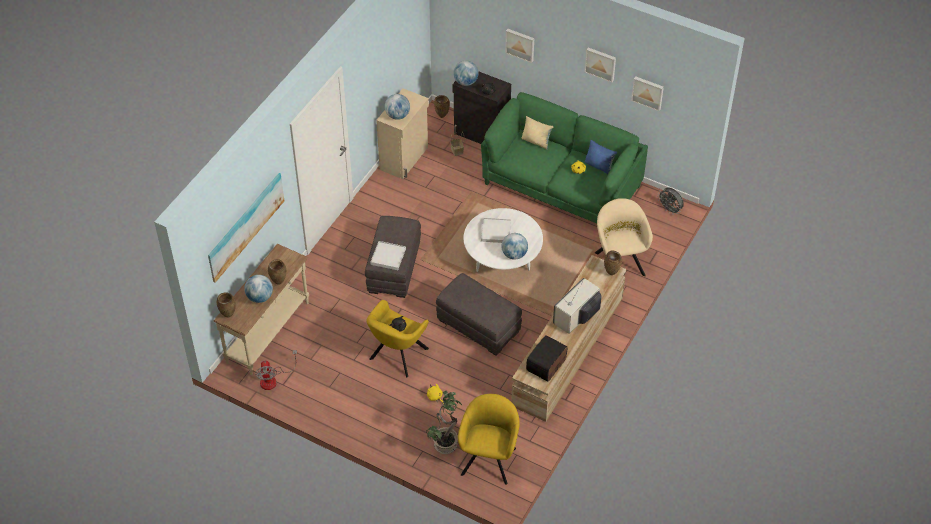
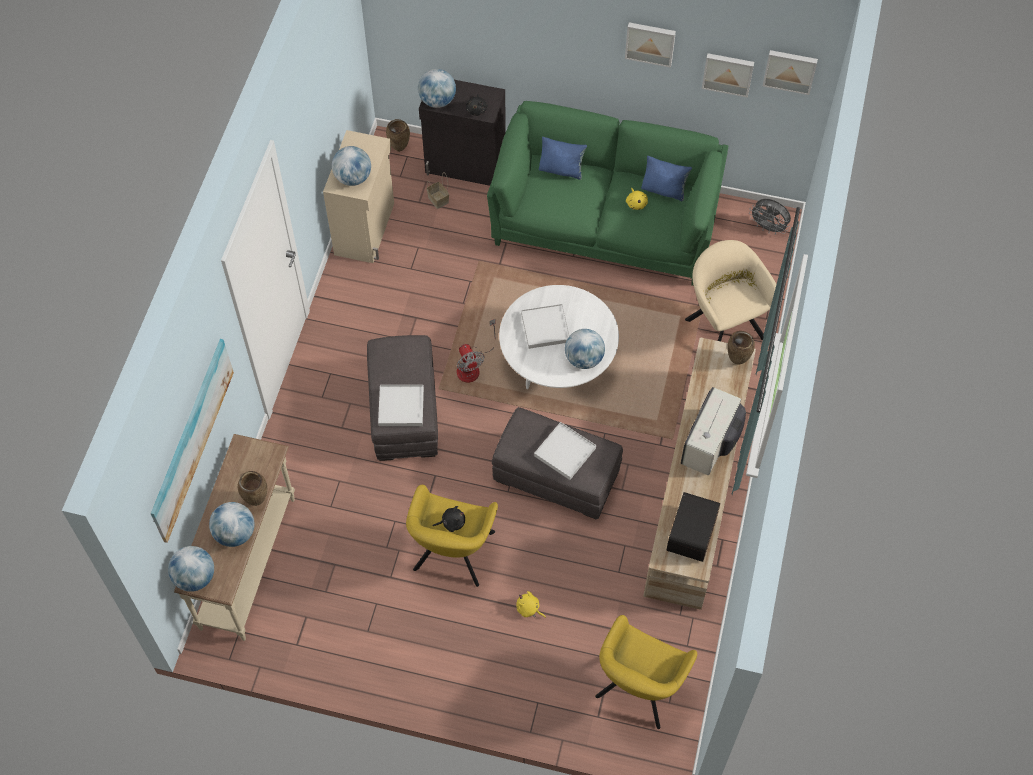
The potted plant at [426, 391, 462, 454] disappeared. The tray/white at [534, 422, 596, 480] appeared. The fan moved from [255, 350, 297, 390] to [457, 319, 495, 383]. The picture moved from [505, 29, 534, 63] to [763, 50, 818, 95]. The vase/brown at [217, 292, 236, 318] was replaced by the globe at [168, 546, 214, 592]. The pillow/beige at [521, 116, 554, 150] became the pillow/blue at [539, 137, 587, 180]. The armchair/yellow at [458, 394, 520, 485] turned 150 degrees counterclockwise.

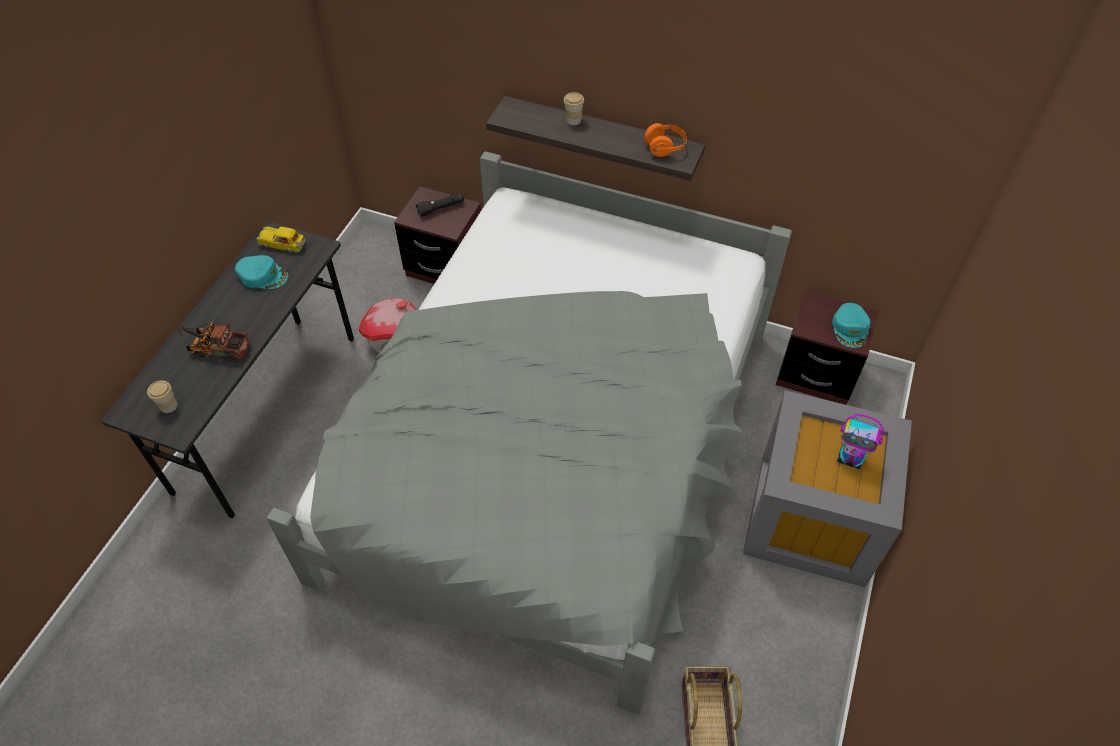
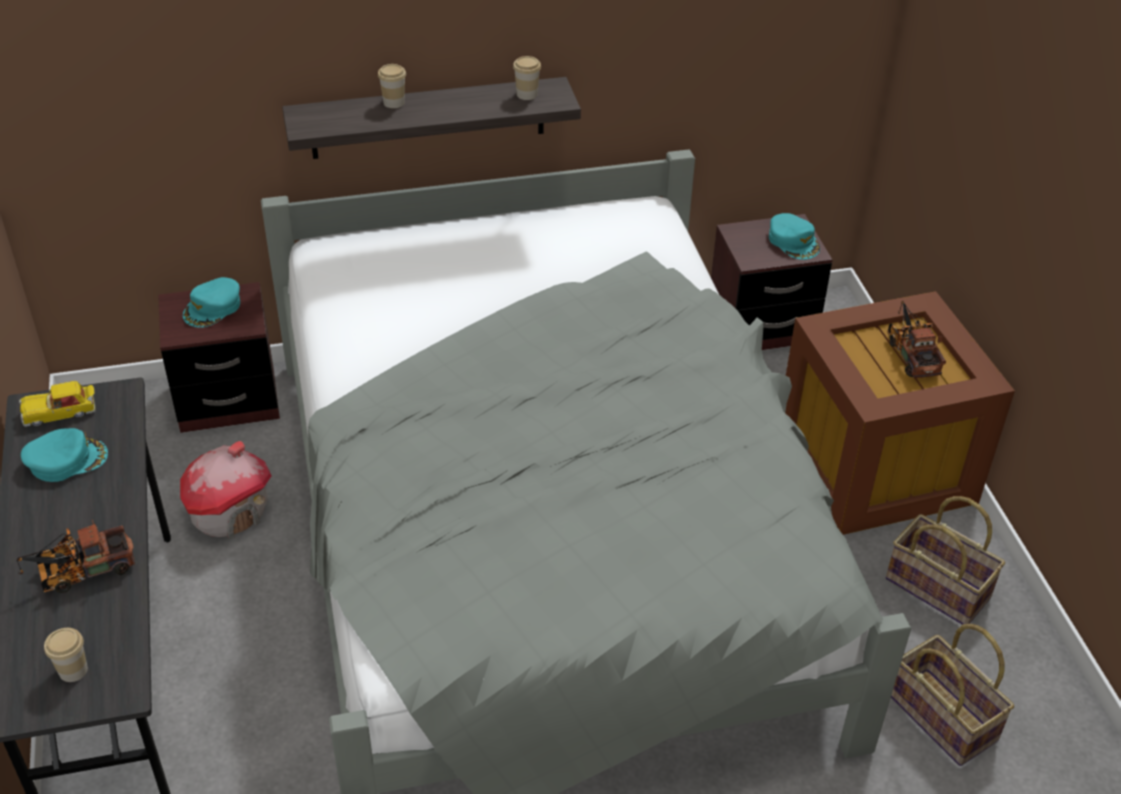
The basket at [886, 496, 1005, 624] appeared. The flashlight/black at [416, 194, 464, 217] was replaced by the cap/turquoise at [183, 277, 240, 328]. The headphones/orange at [644, 123, 687, 157] was replaced by the cup at [513, 56, 541, 100]. The toy robot at [837, 414, 884, 469] was replaced by the toy truck at [887, 300, 946, 378]. The storage box/grey at [743, 390, 912, 587] became the storage box/brown at [785, 291, 1015, 535].

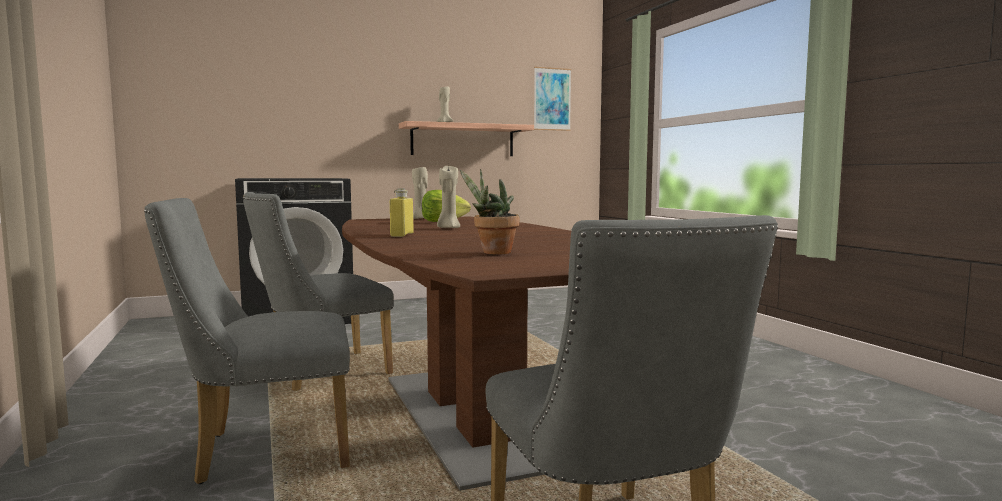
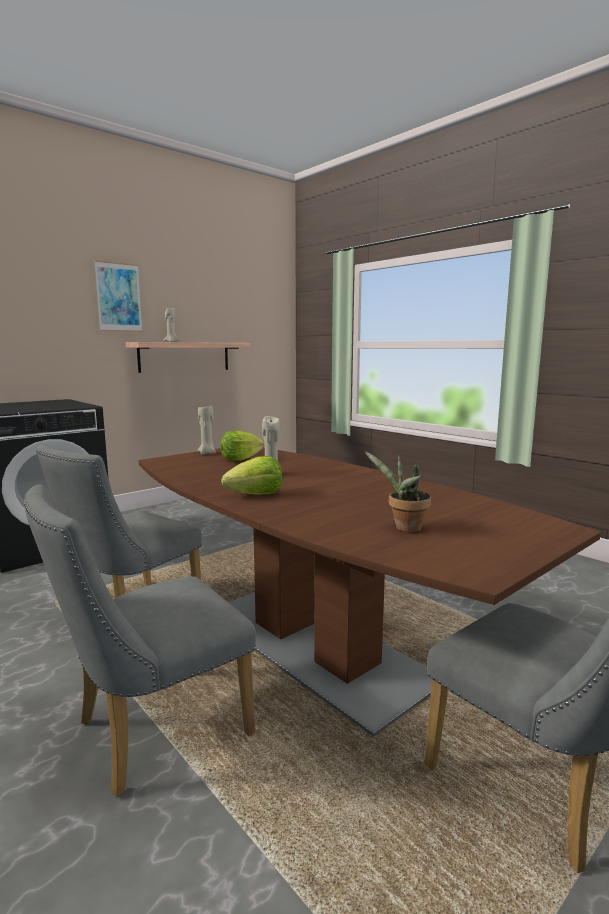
The picture moved from [534, 67, 571, 131] to [94, 260, 142, 332]. The bottle/yellow at [390, 188, 414, 237] was replaced by the lettuce at [221, 456, 282, 495].

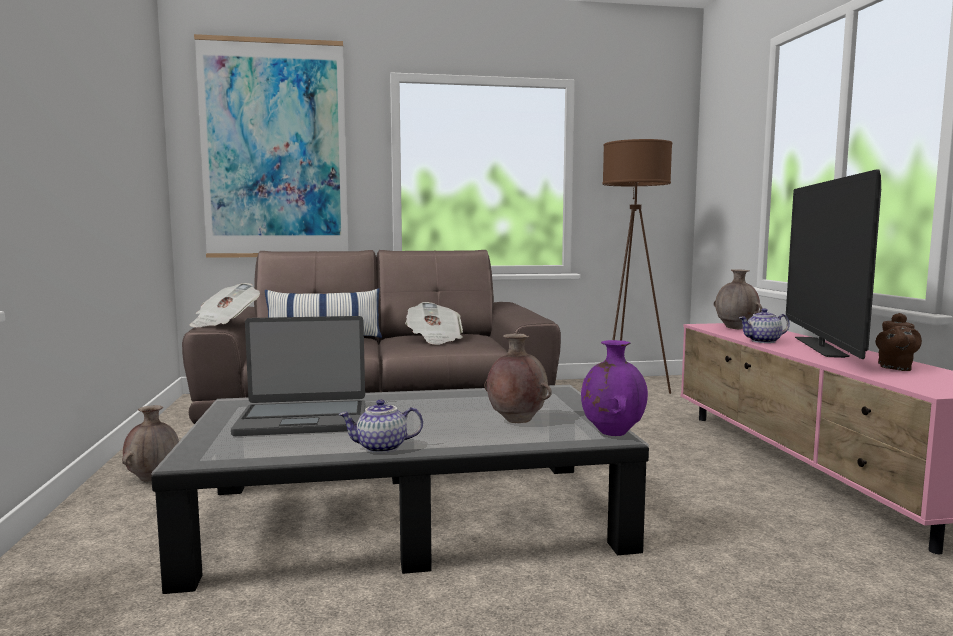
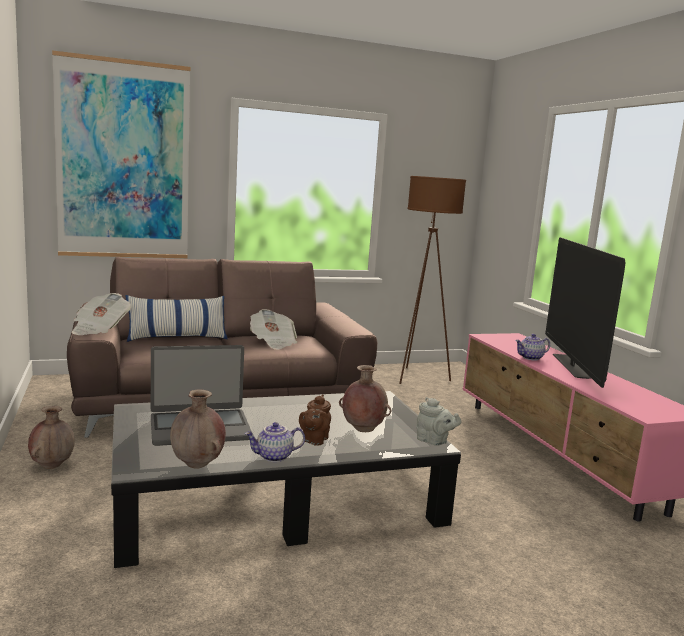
The vase/brown moved from [714, 269, 762, 329] to [170, 390, 226, 469]. The teapot/brown moved from [876, 313, 922, 371] to [299, 394, 331, 446]. The vase/purple at [581, 340, 648, 436] was replaced by the teapot/grey at [416, 397, 461, 446].

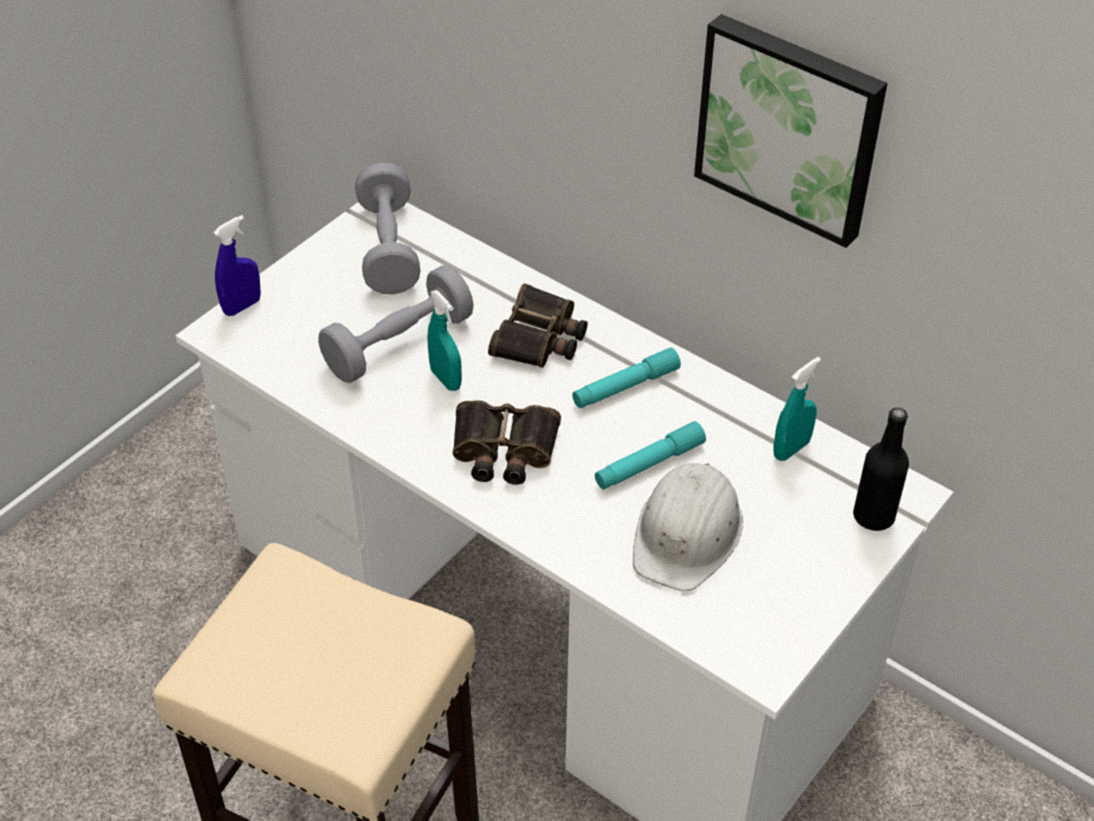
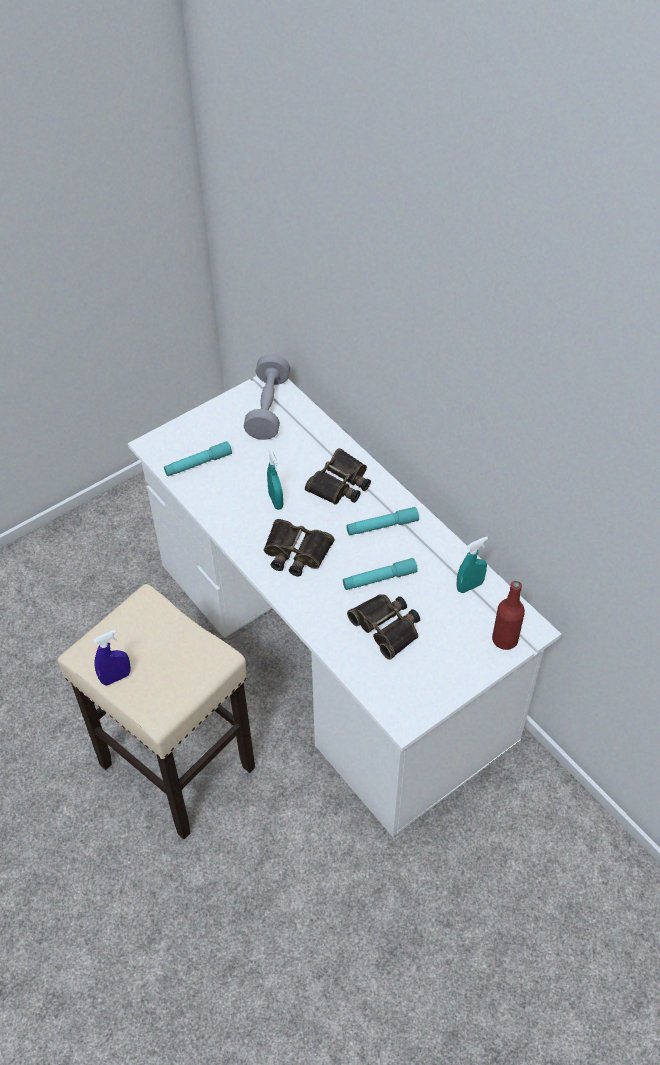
The dumbbell/grey at [318, 266, 474, 383] disappeared. The picture at [694, 14, 888, 248] disappeared. The flashlight/turquoise at [164, 441, 232, 476] appeared. The spray bottle/blue moved from [214, 215, 261, 316] to [93, 629, 131, 686]. The hard hat/white at [633, 463, 743, 591] was replaced by the binoculars at [347, 594, 420, 660]. The bottle/black at [853, 408, 909, 531] became the bottle/red at [492, 581, 525, 650].

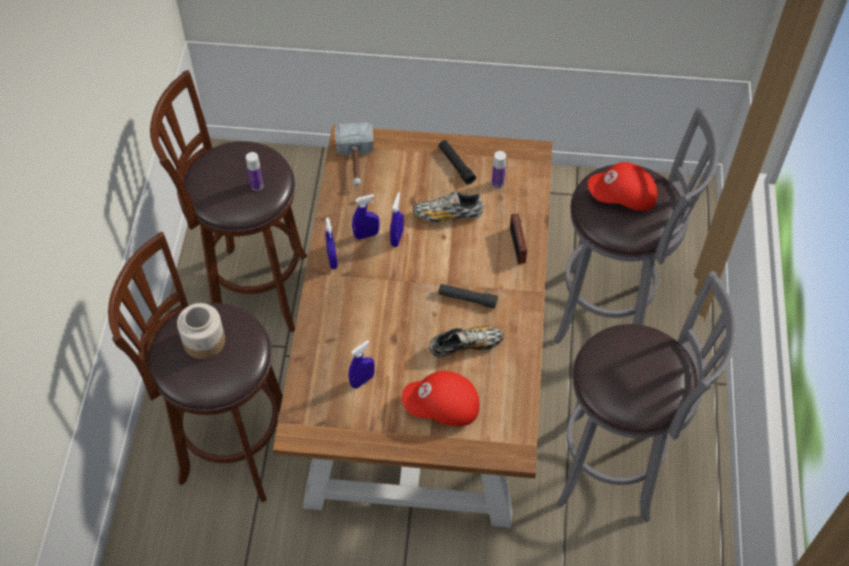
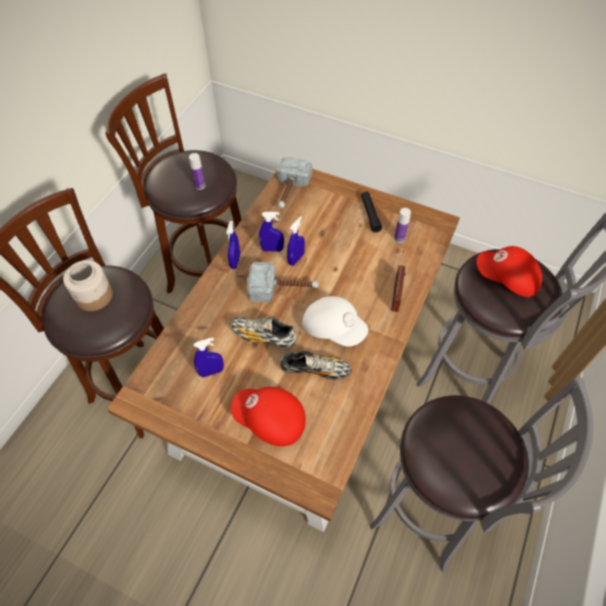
The hammer at [247, 262, 319, 302] appeared. The shoe moved from [413, 192, 483, 222] to [230, 317, 297, 348]. The flashlight/black at [438, 284, 498, 309] was replaced by the cap/white at [302, 296, 368, 347].

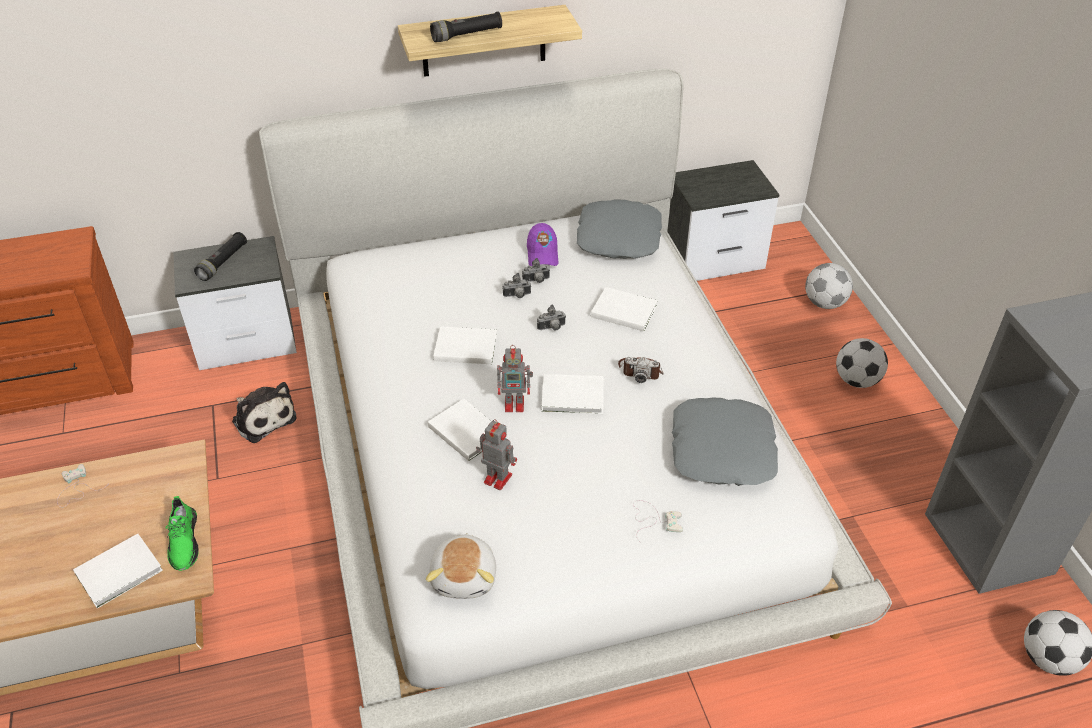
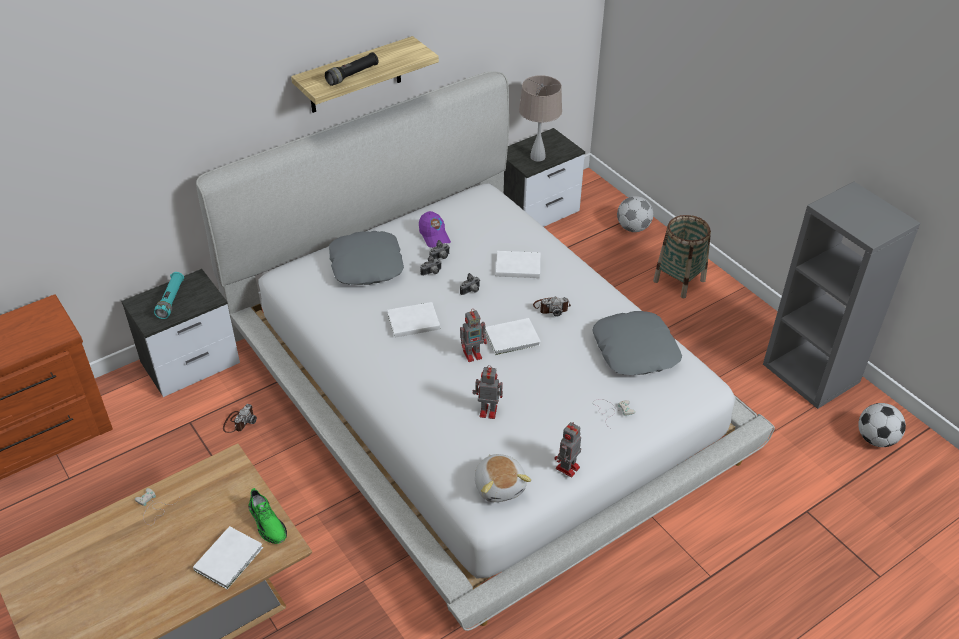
The book/white at [428, 399, 491, 461] disappeared. The table lamp/beige at [519, 75, 562, 162] appeared. The toy robot at [555, 422, 581, 478] appeared. The pillow/grey moved from [577, 199, 662, 259] to [329, 231, 404, 285]. The plush toy at [232, 382, 297, 443] was replaced by the photo camera at [223, 404, 257, 433]. The football at [836, 338, 888, 388] was replaced by the basket at [653, 215, 711, 298]. The flashlight/black at [194, 232, 247, 281] became the flashlight/turquoise at [154, 272, 184, 319].

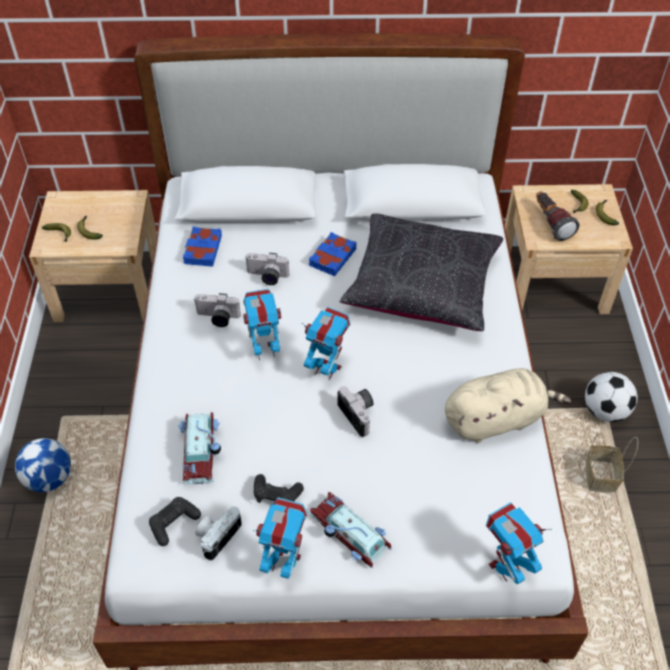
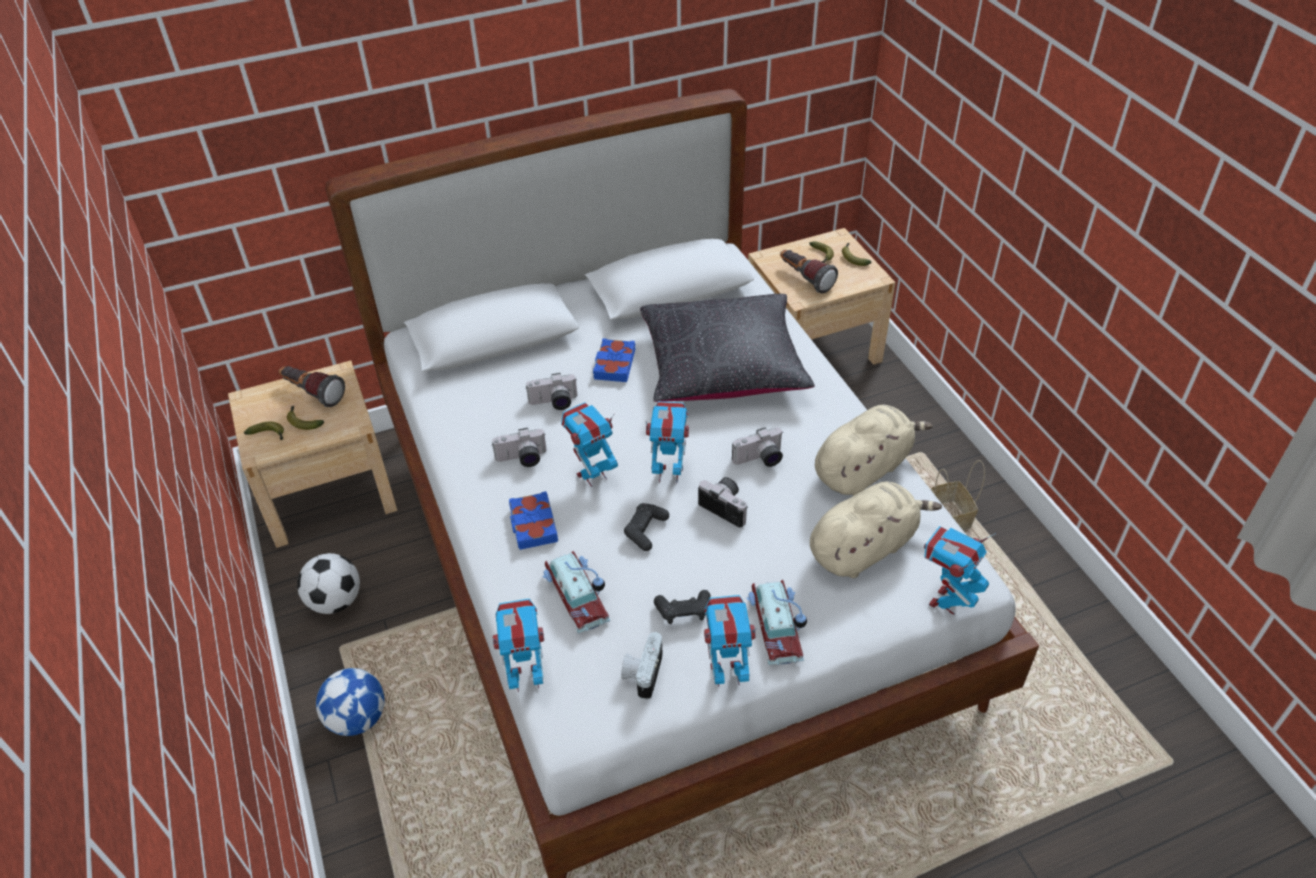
The flashlight at [279, 366, 345, 407] appeared. The toy robot at [493, 599, 544, 692] appeared. The photo camera at [732, 428, 783, 467] appeared. The plush toy/beige at [810, 482, 942, 578] appeared. The game controller/black moved from [149, 497, 201, 546] to [624, 503, 669, 551]. The book/blue moved from [183, 227, 222, 267] to [509, 491, 558, 550]. The football moved from [585, 372, 638, 422] to [297, 553, 360, 614]. The toy car at [310, 492, 392, 568] turned 120 degrees counterclockwise.

